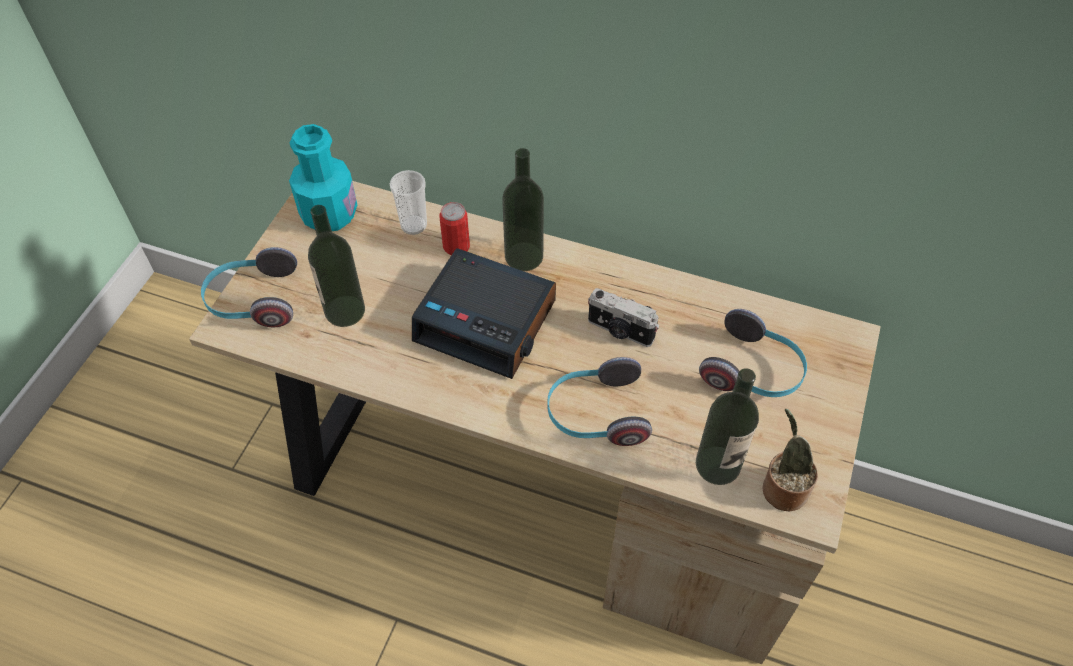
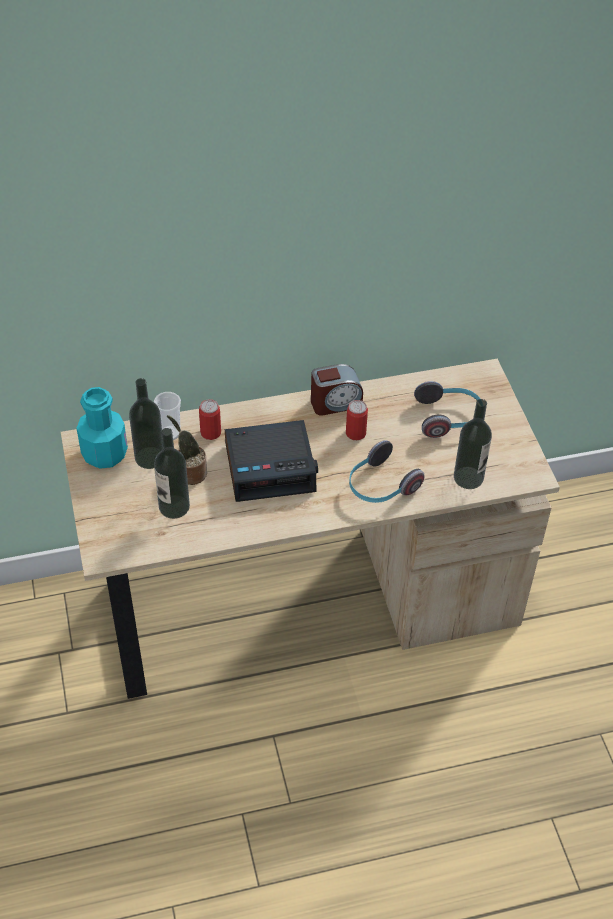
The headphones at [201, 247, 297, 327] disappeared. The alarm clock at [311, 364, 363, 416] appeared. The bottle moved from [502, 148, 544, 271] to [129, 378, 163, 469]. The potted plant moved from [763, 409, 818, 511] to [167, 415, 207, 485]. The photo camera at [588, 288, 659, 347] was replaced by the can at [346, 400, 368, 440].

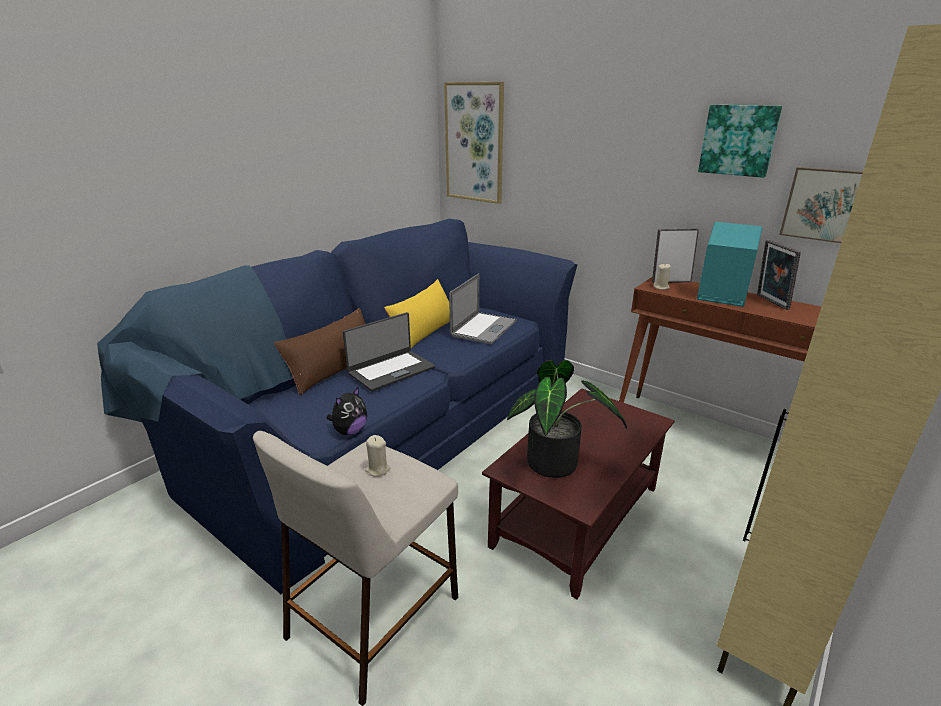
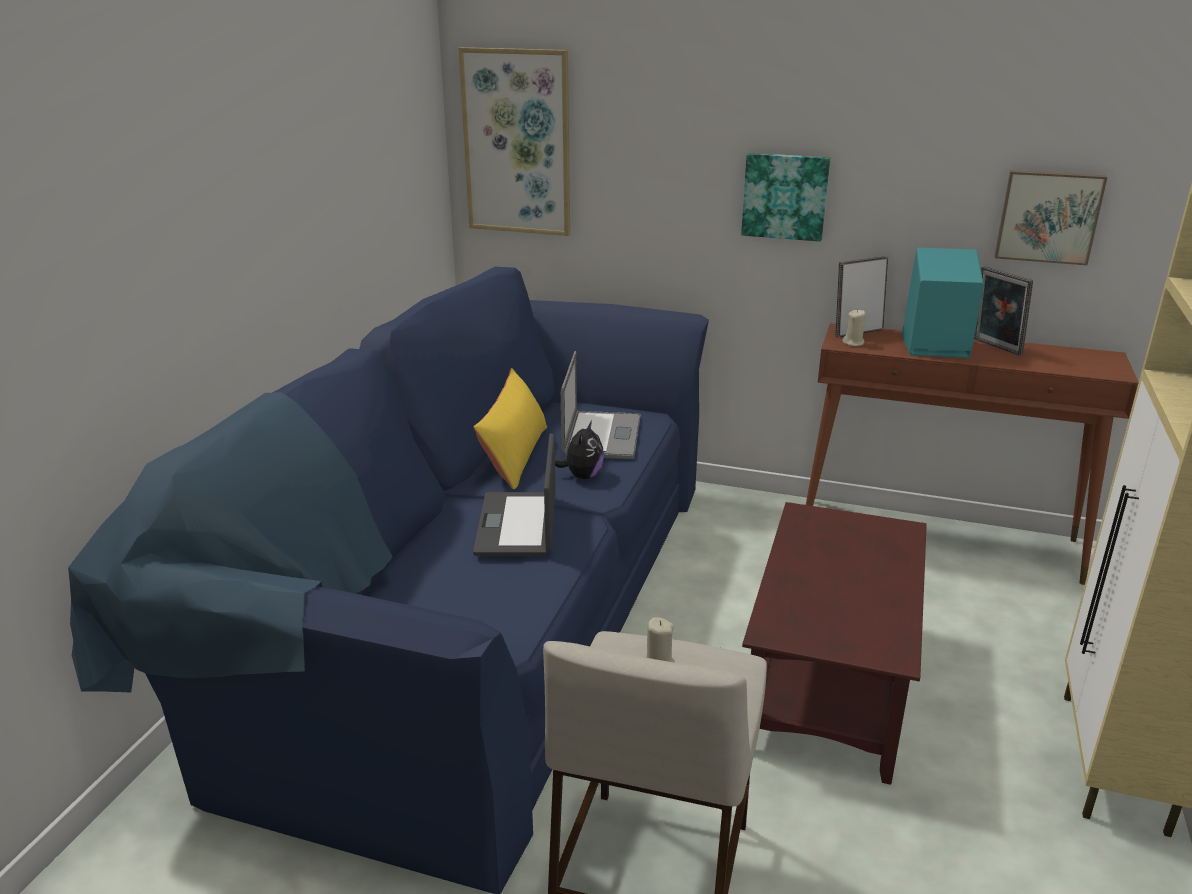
The pillow/brown at [274, 308, 366, 396] disappeared. The potted plant at [507, 360, 627, 478] disappeared. The plush toy moved from [327, 386, 367, 435] to [555, 421, 604, 479]. The picture moved from [698, 105, 782, 178] to [741, 153, 830, 242]. The laptop at [343, 312, 435, 391] turned 150 degrees clockwise.

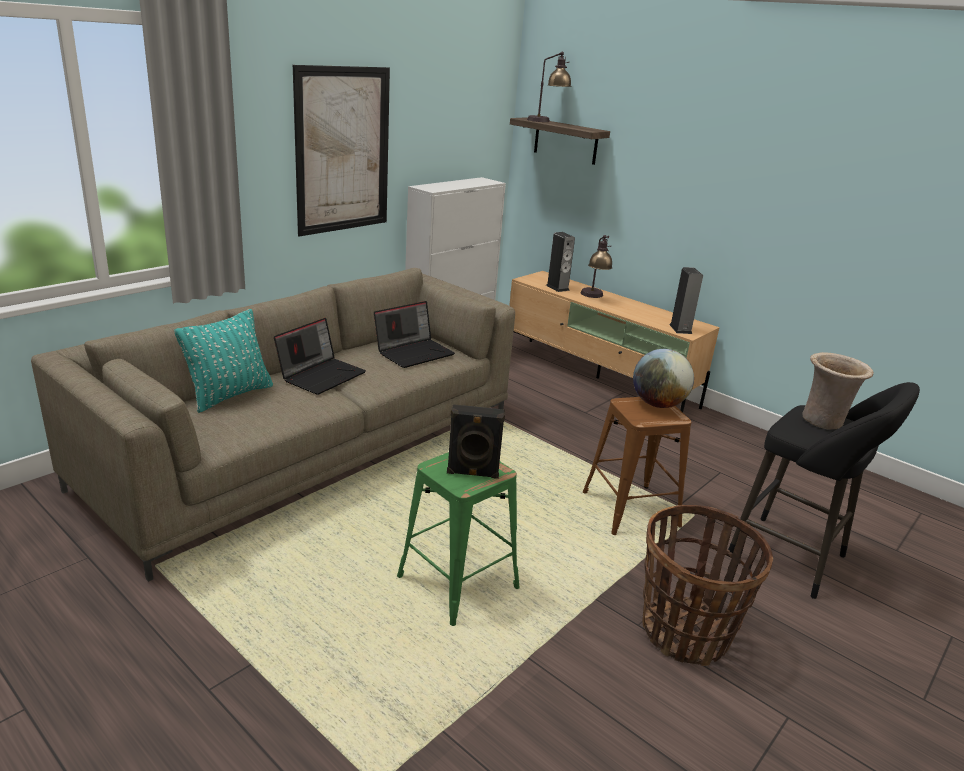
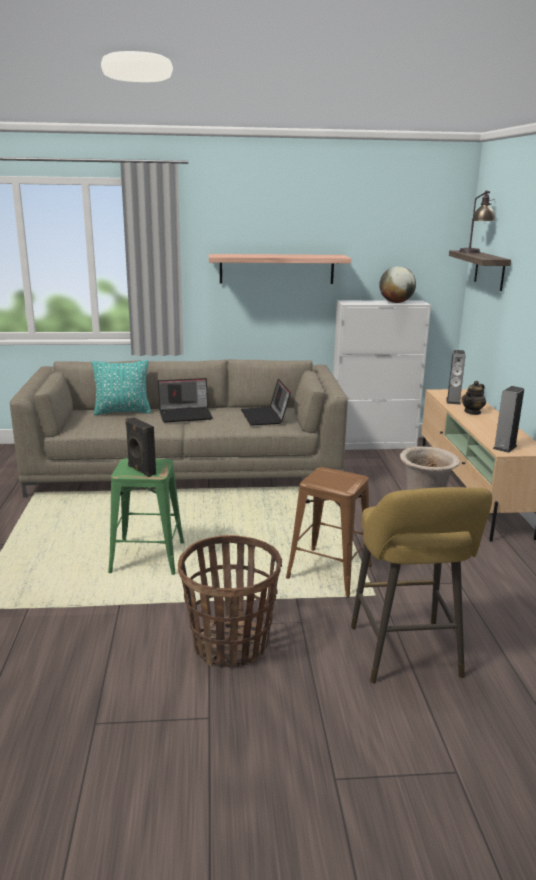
The globe moved from [633, 349, 694, 408] to [379, 266, 416, 303]. The picture at [293, 65, 390, 236] was replaced by the shelf at [209, 254, 351, 284]. The table lamp at [581, 235, 612, 298] was replaced by the teapot at [462, 381, 486, 415]. The stool/black at [728, 382, 920, 599] became the stool/yellow at [351, 487, 492, 683]. The laptop at [374, 301, 455, 368] turned 75 degrees clockwise.

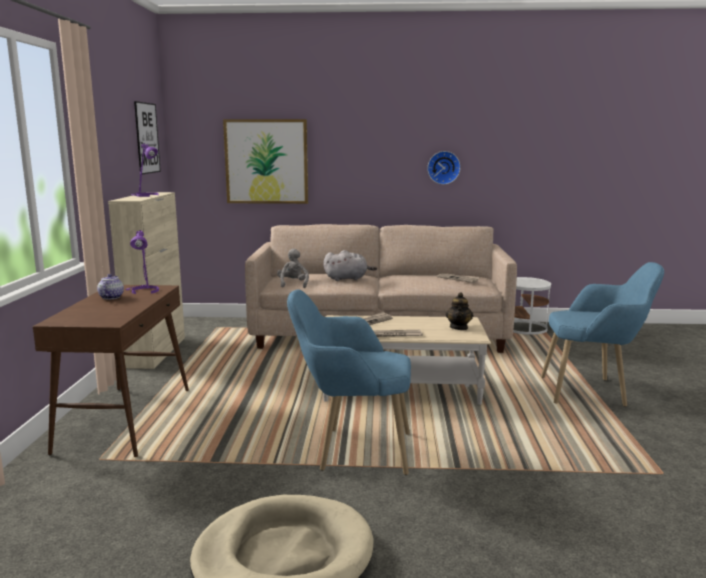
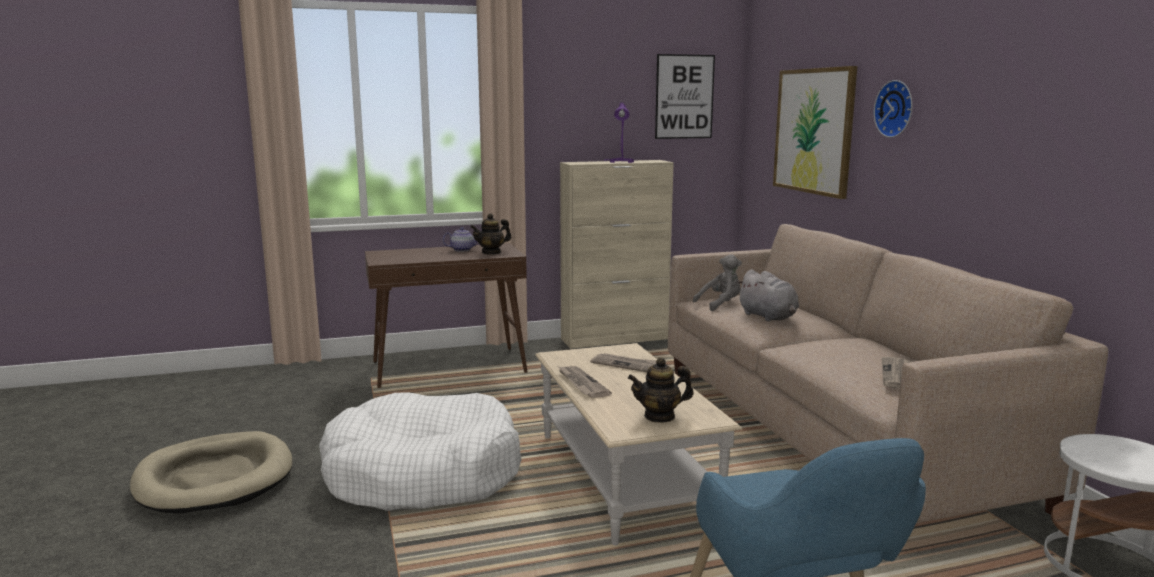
The wall clock moved from [427, 151, 461, 185] to [874, 80, 912, 138]. The table lamp/purple at [125, 230, 159, 294] was replaced by the teapot at [470, 213, 511, 255]. The armchair/blue at [287, 289, 411, 475] was replaced by the dog bed/white at [319, 393, 521, 511].

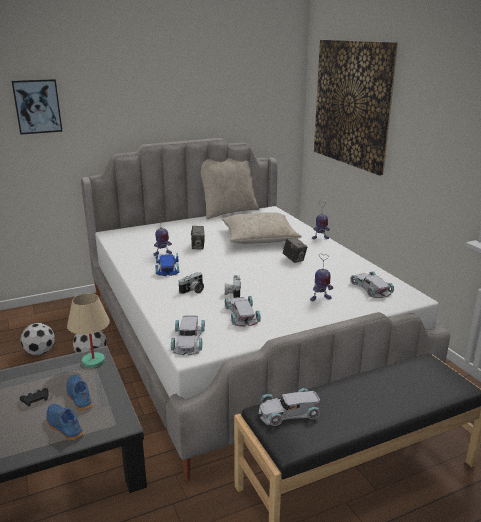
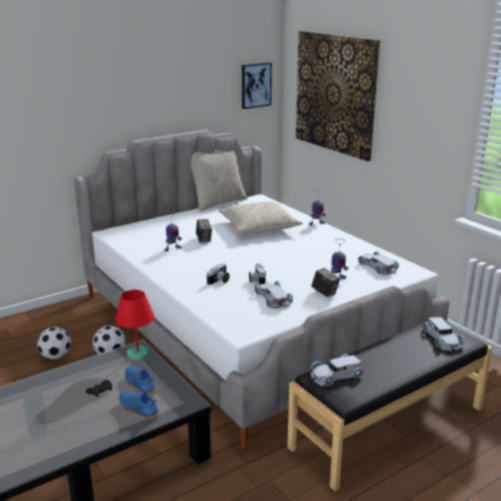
The toy car/blue at [155, 253, 179, 276] disappeared. The picture moved from [12, 79, 63, 135] to [242, 62, 272, 109]. The toy car/white moved from [171, 315, 205, 356] to [423, 317, 464, 351]. The photo camera moved from [283, 237, 308, 263] to [311, 268, 340, 297]. The table lamp/beige at [67, 293, 110, 368] became the table lamp/red at [115, 290, 155, 360].

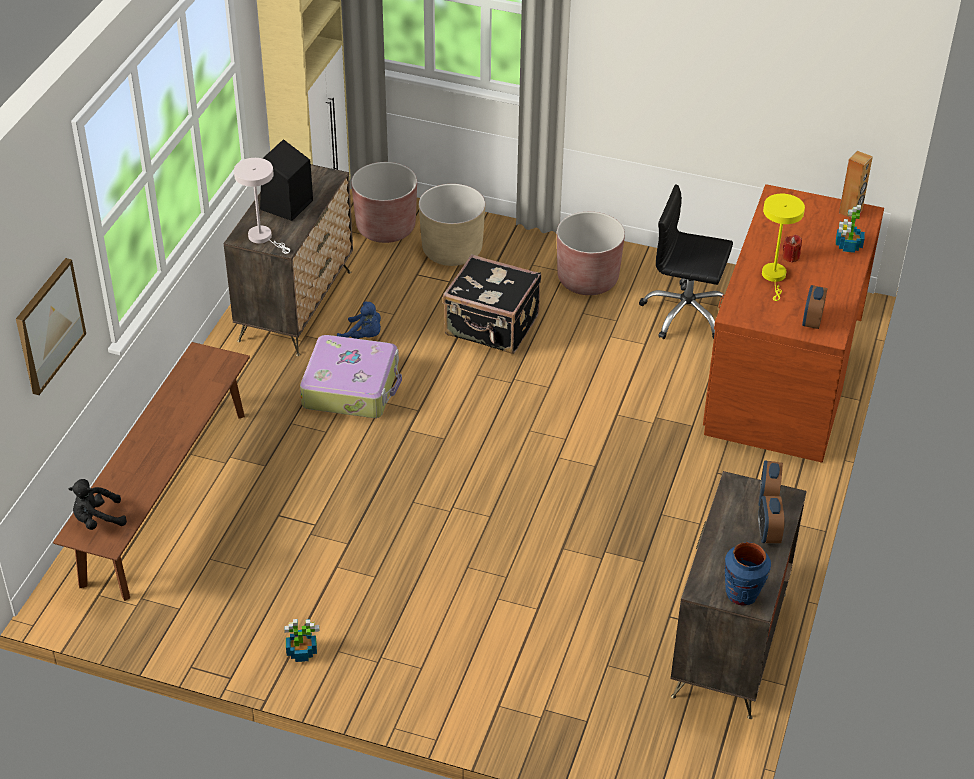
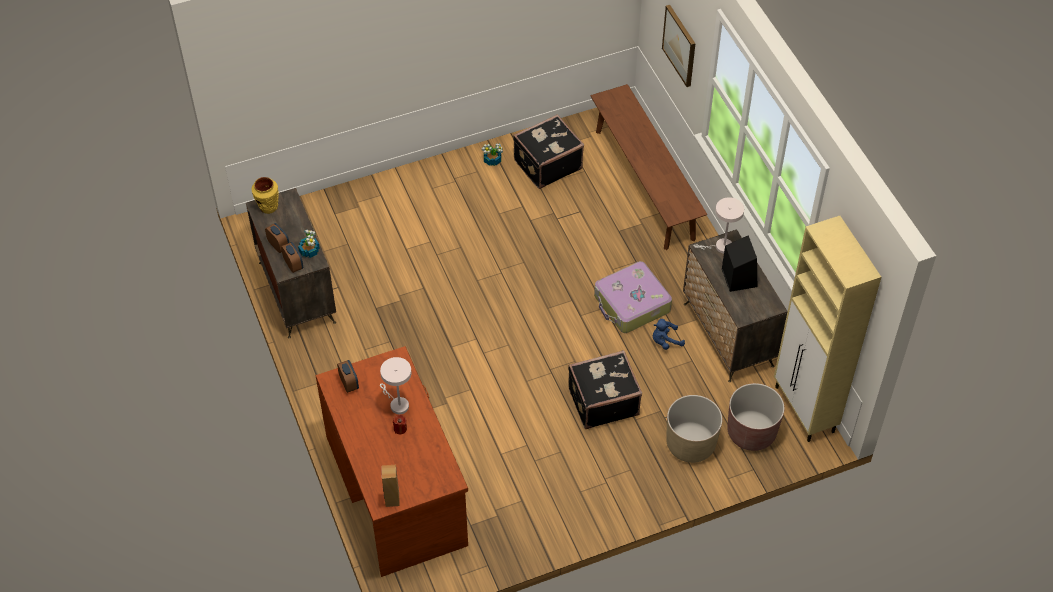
The plush toy/black at [69, 479, 127, 530] disappeared. The planter/brown at [557, 212, 625, 295] disappeared. The office chair/black at [639, 184, 733, 339] disappeared. The suitcase/black at [513, 114, 584, 189] appeared. The potted plant moved from [836, 205, 865, 253] to [298, 230, 320, 258]. The vase/blue at [725, 542, 771, 606] became the vase/yellow at [252, 177, 279, 214]. The table lamp/yellow at [762, 194, 805, 301] became the table lamp/white at [380, 357, 412, 414].

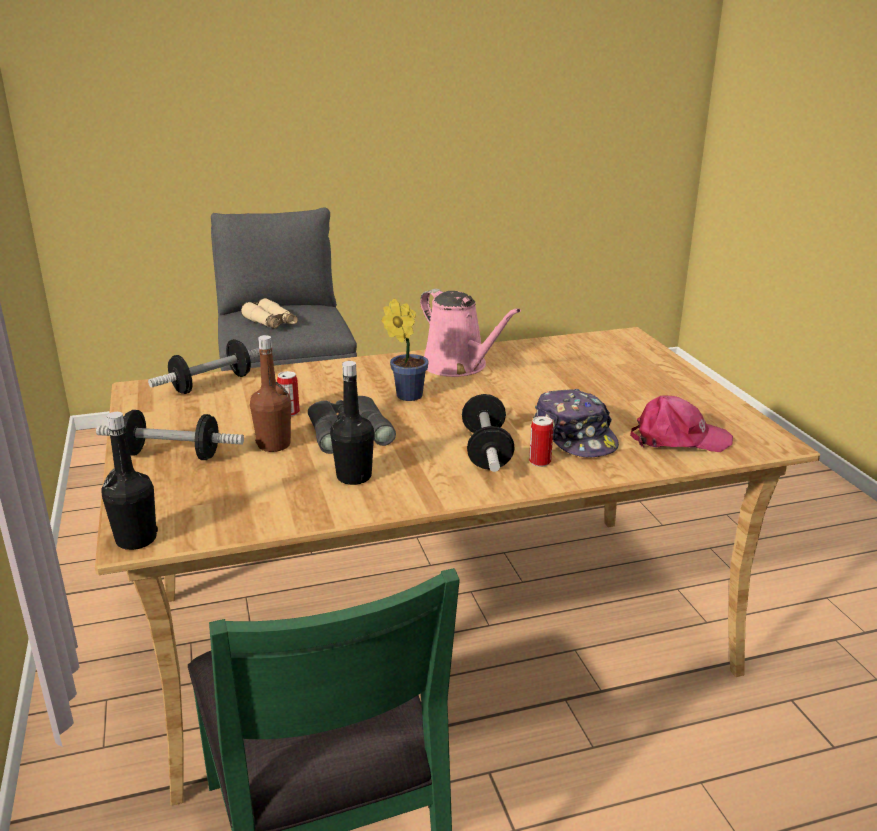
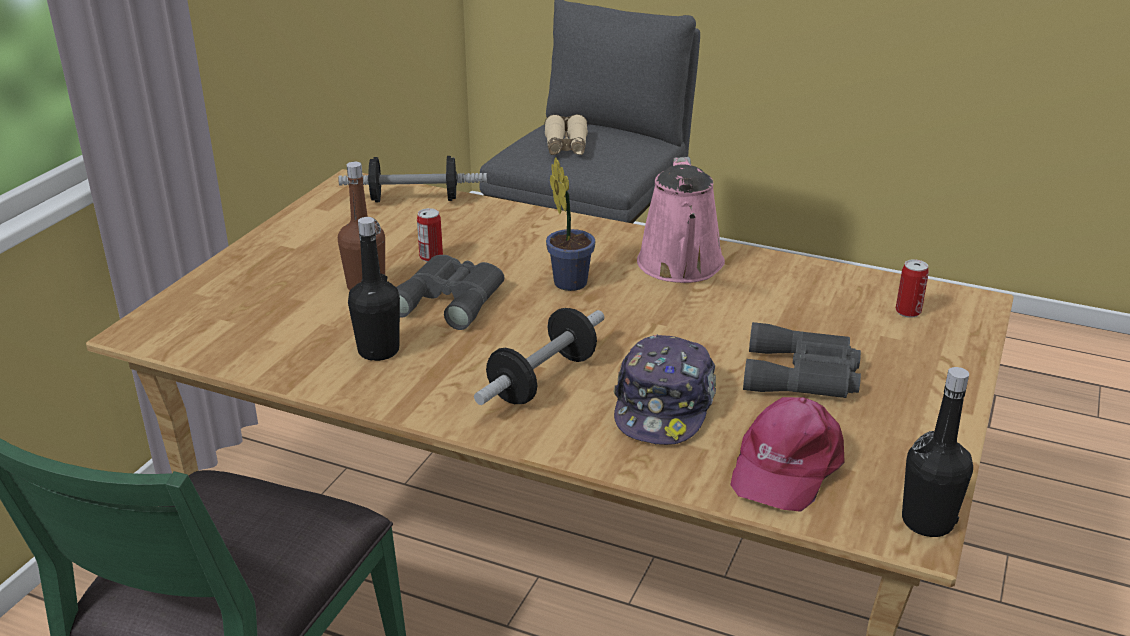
The dumbbell at [96, 410, 244, 460] disappeared. The binoculars/grey at [743, 322, 861, 398] appeared. The bottle/black moved from [101, 412, 158, 550] to [902, 367, 973, 537]. The can moved from [529, 416, 554, 467] to [895, 259, 929, 318]. The cap/pink at [630, 395, 733, 452] turned 75 degrees clockwise.

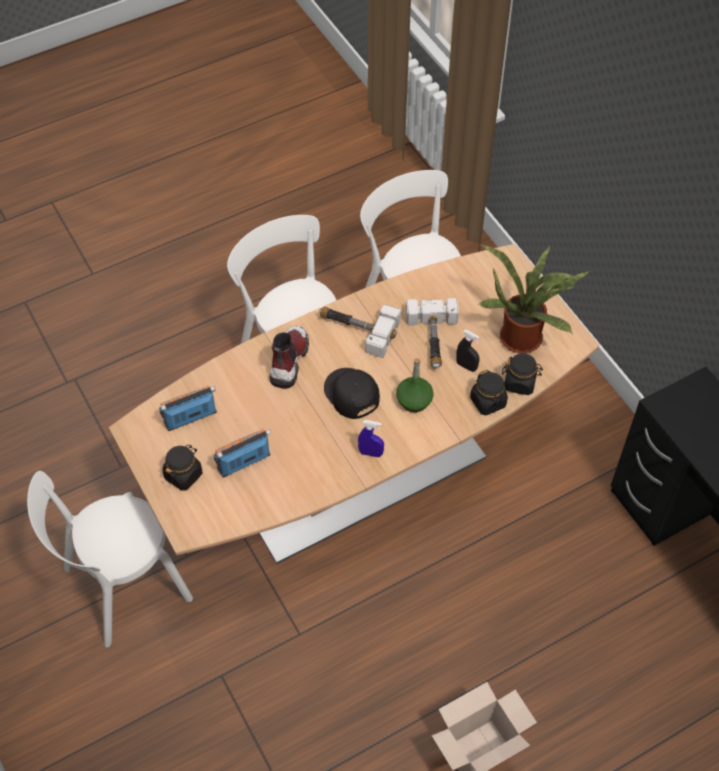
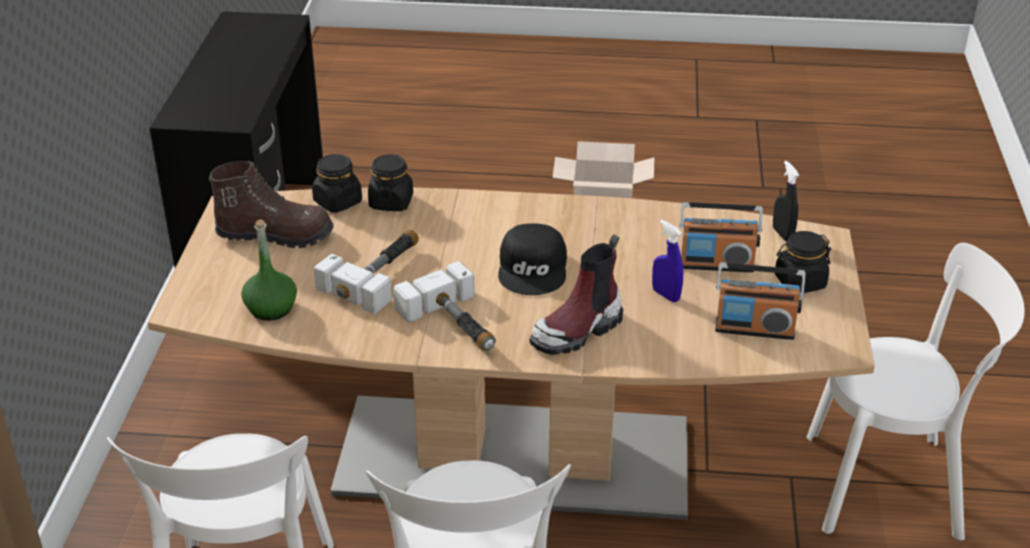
The spray bottle/blue moved from [358, 420, 384, 457] to [652, 220, 683, 302]. The bottle/green moved from [396, 358, 434, 412] to [241, 219, 297, 320]. The spray bottle/black moved from [456, 330, 480, 372] to [773, 161, 799, 241]. The potted plant at [478, 245, 591, 353] was replaced by the boot/brown at [209, 161, 334, 248].

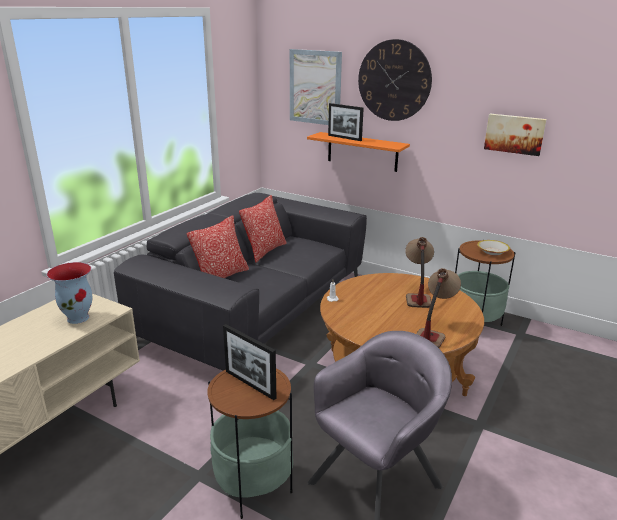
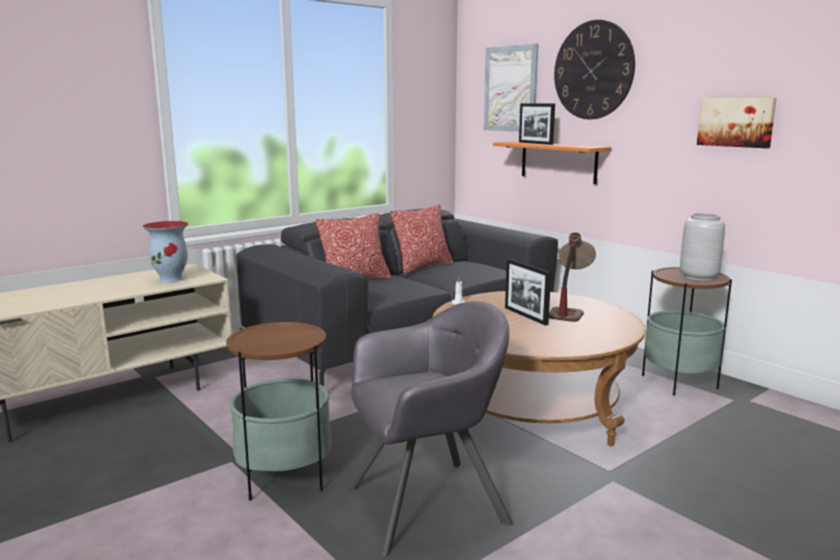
The table lamp at [416, 268, 461, 348] disappeared. The picture frame moved from [223, 324, 276, 400] to [505, 259, 551, 326]. The bowl at [477, 240, 510, 256] was replaced by the vase/grey at [680, 213, 725, 281].

